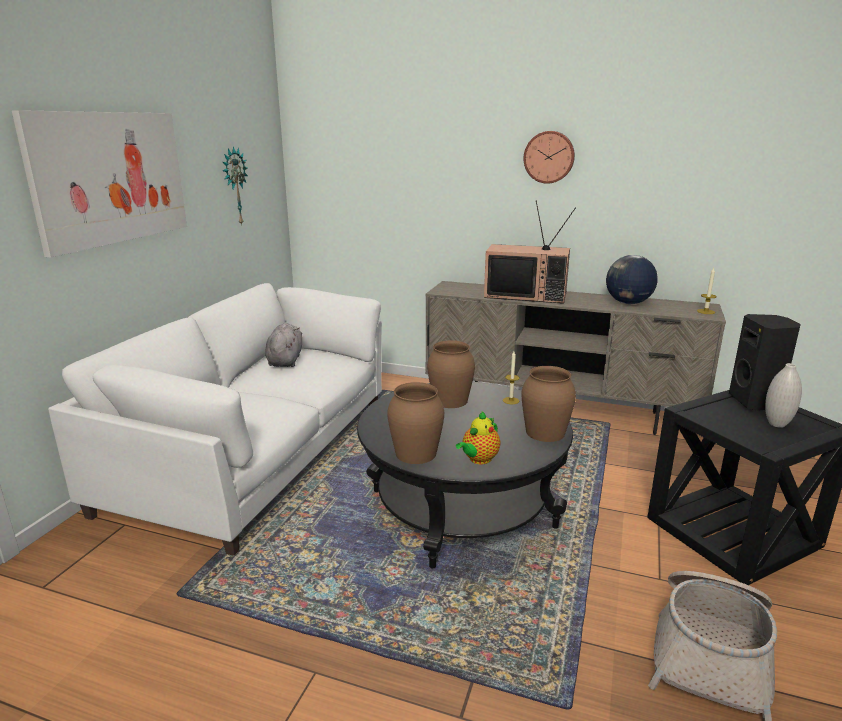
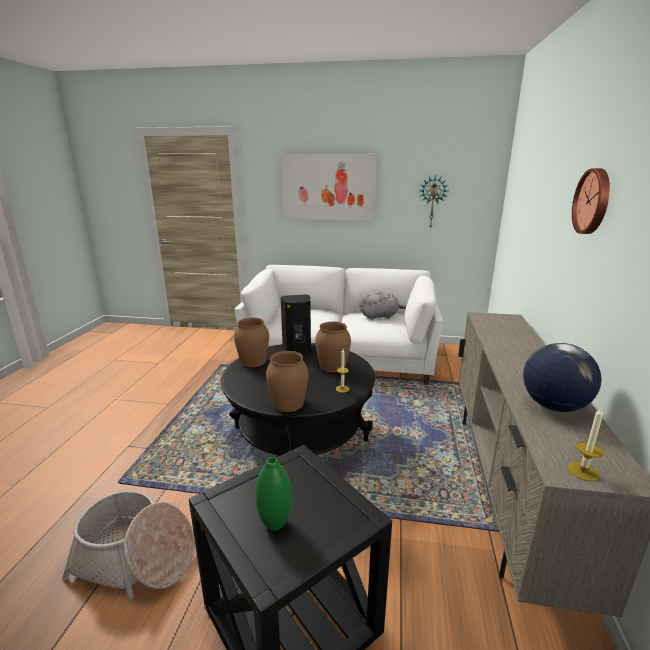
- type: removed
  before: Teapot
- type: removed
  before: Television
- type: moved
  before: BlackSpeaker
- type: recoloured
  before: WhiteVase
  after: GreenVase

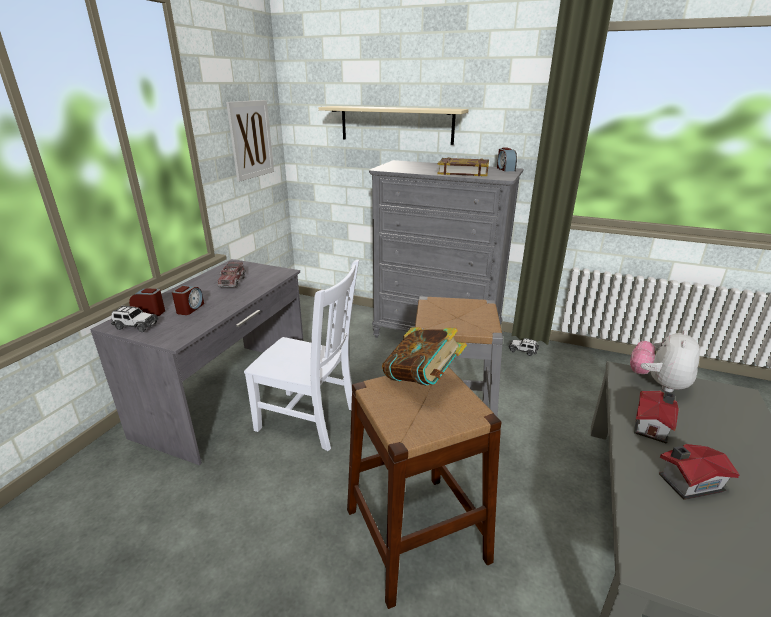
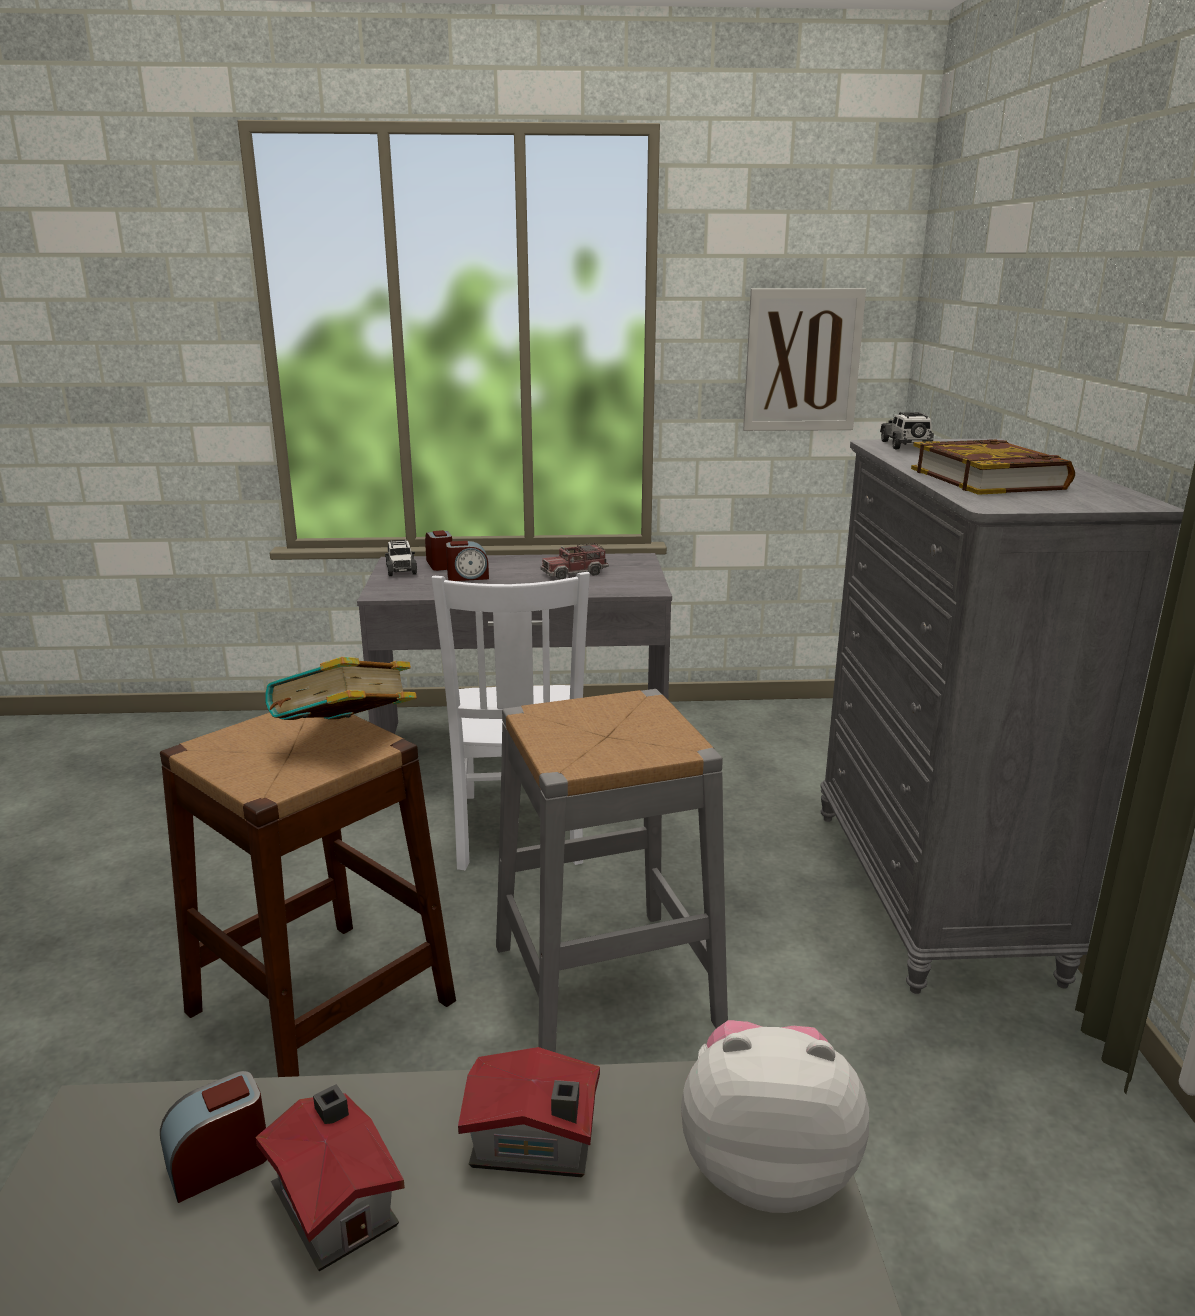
- type: removed
  before: BeigeShelf
- type: moved
  before: AlarmClock (3rd from left in the first image)
  after: AlarmClock (1st from left)
- type: moved
  before: ToyCar (2nd from left)

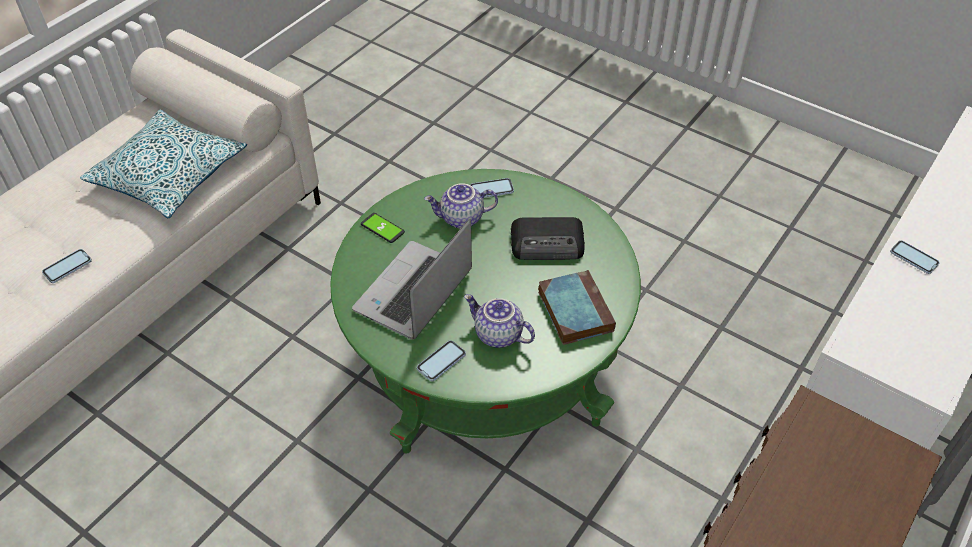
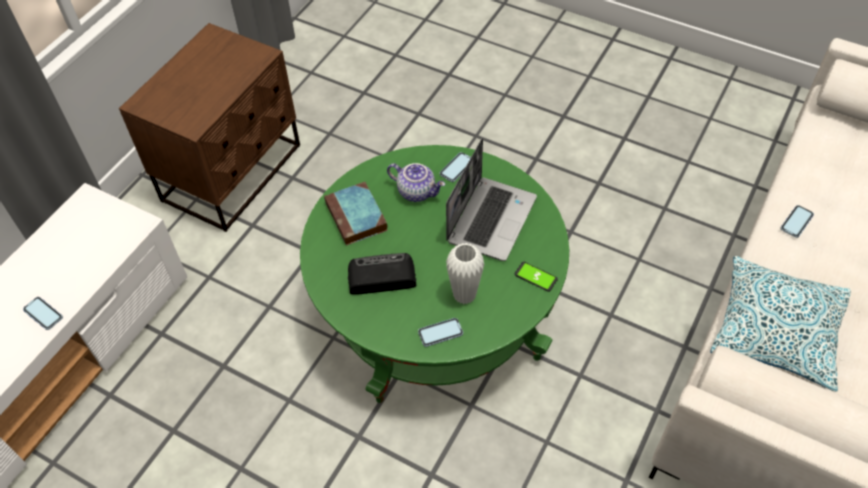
- type: replaced
  before: Teapot (1st from left)
  after: WhiteVase

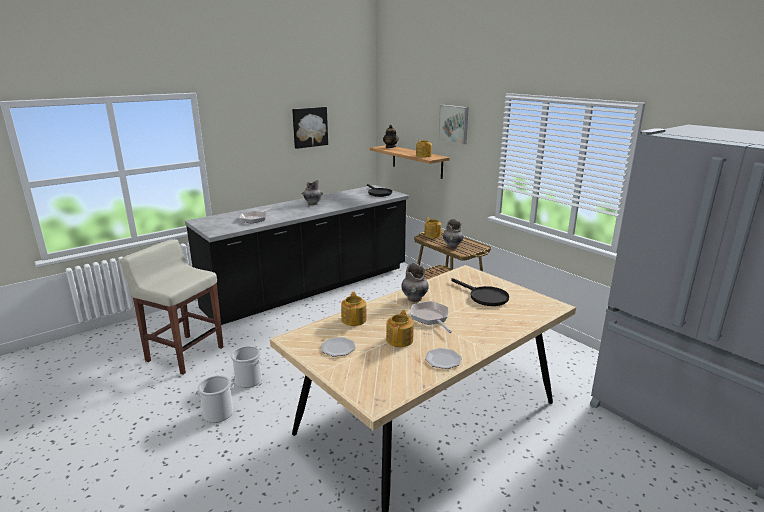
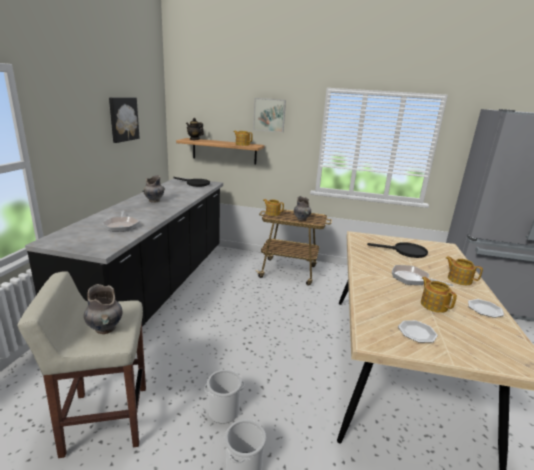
- type: moved
  before: Teapot (1st from left in the first image)
  after: Teapot (5th from left)
- type: moved
  before: GreyVase (2nd from left in the first image)
  after: GreyVase (1st from left)

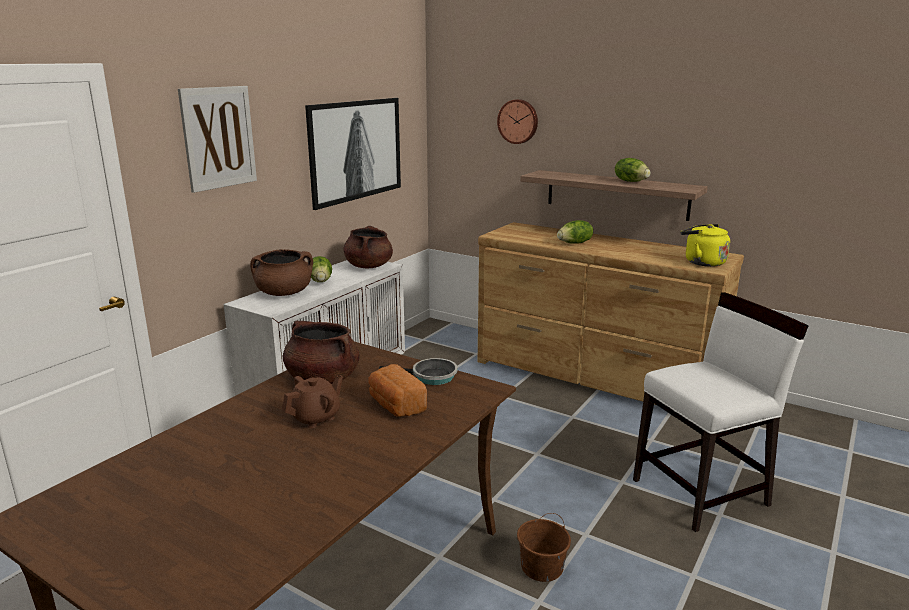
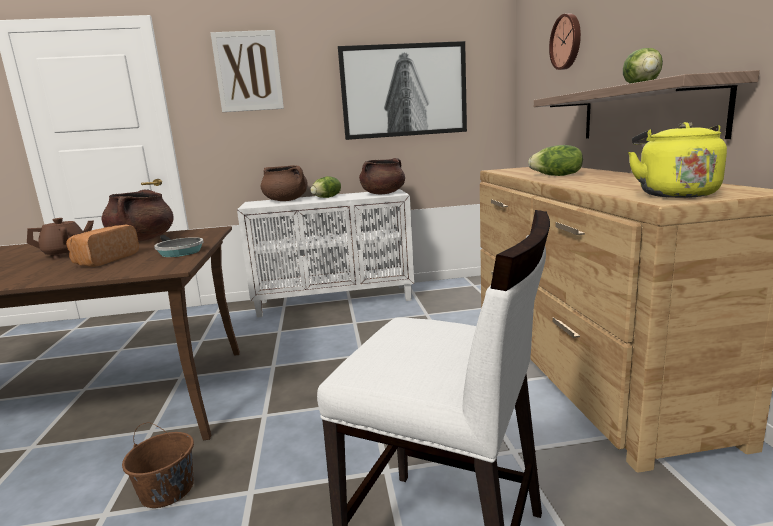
- type: turned
  before: BrownTeapot
  turn: -45

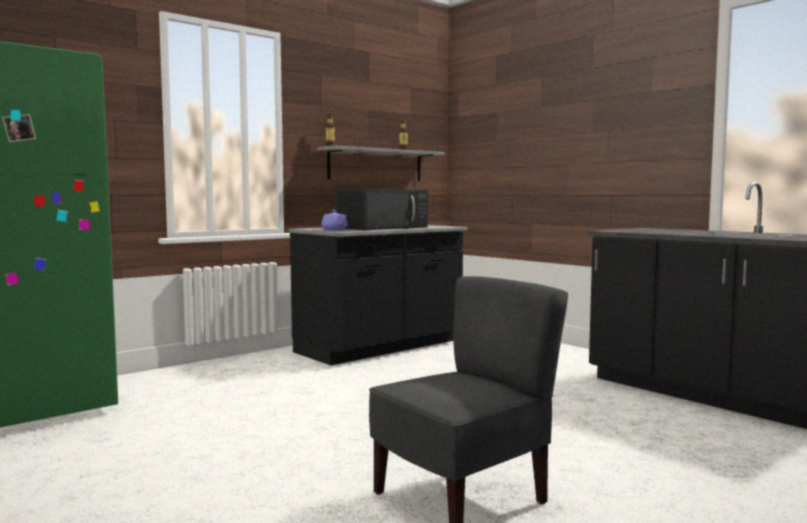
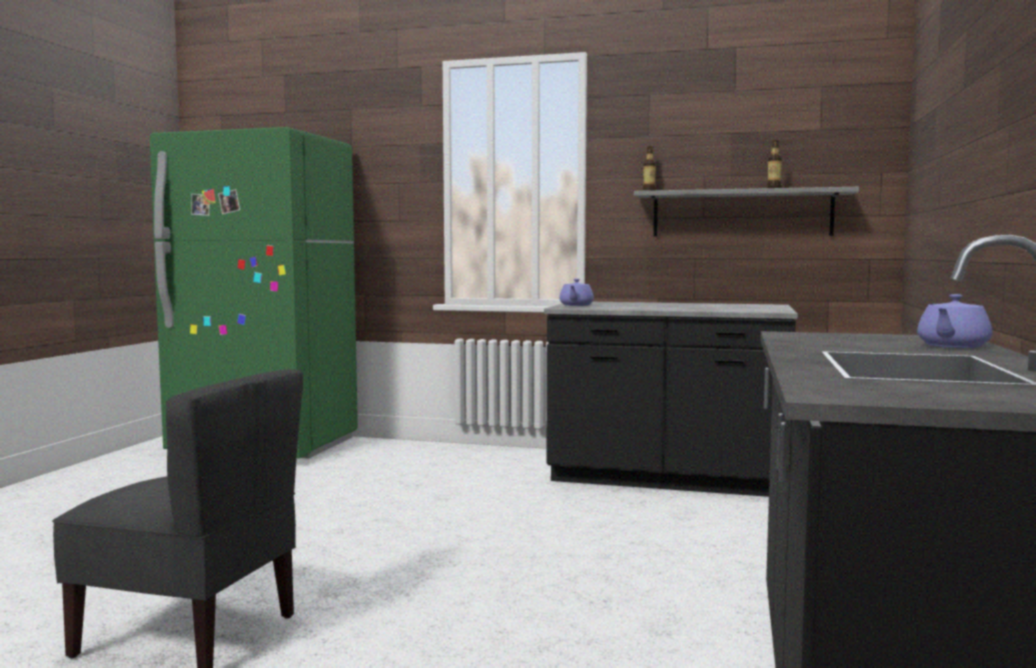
- type: removed
  before: BlackMicrowave
- type: added
  after: PurpleTeapot (2nd from left)

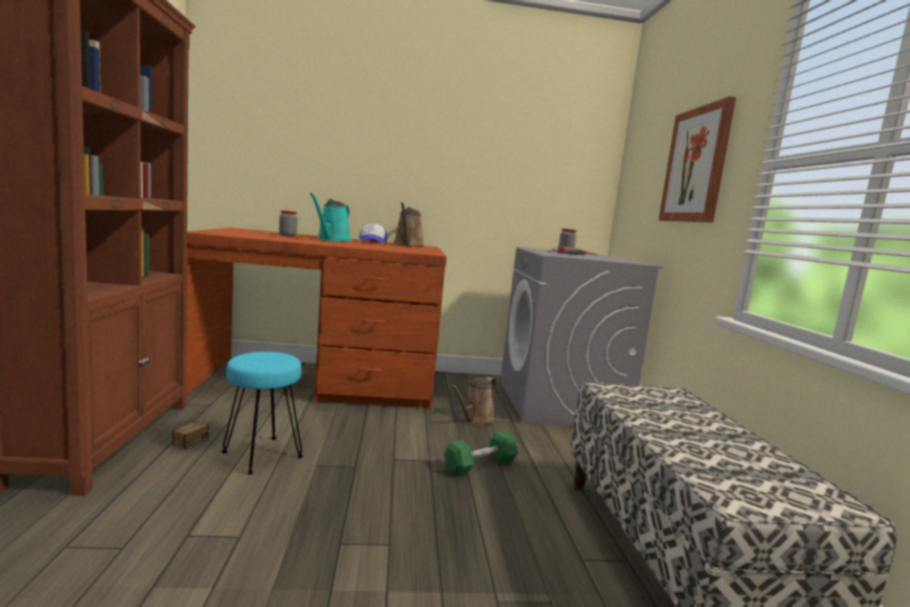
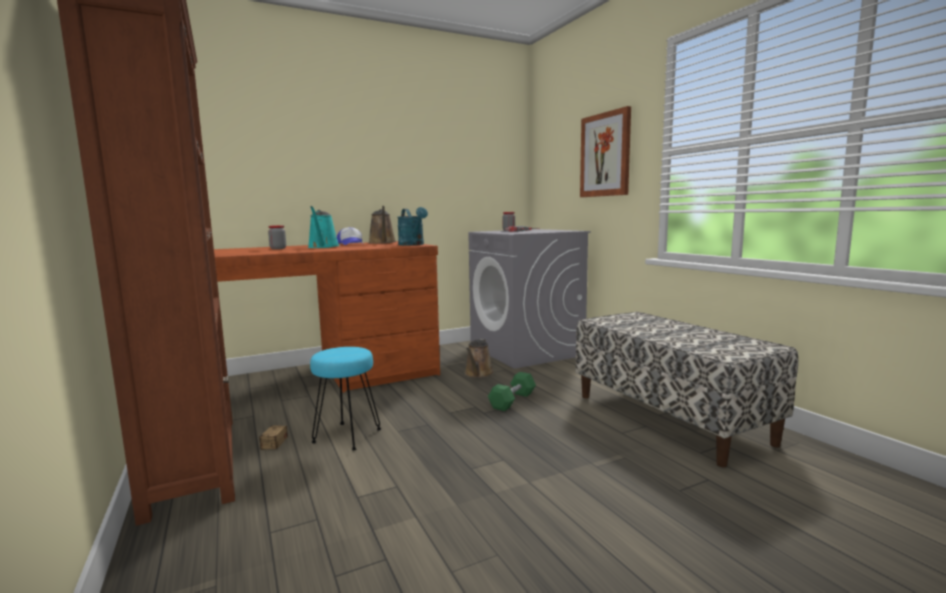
- type: added
  after: TurquoiseWateringCan (2nd from left)

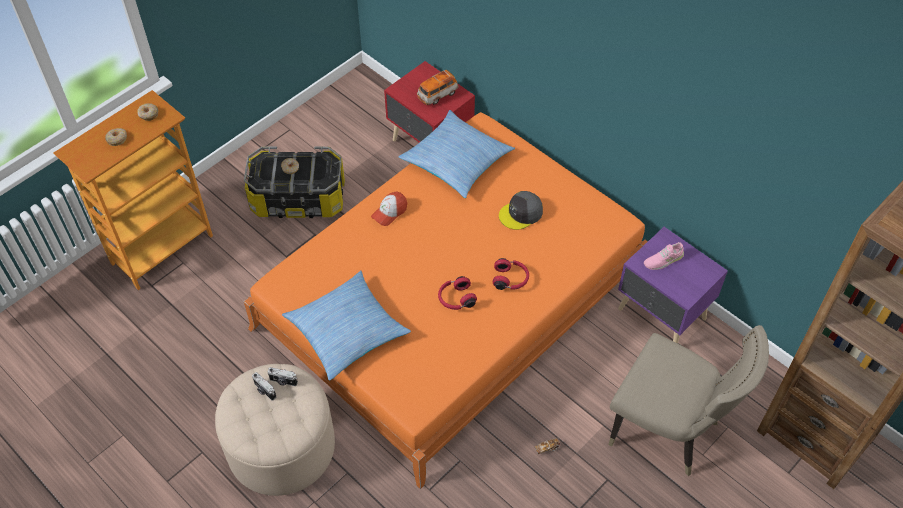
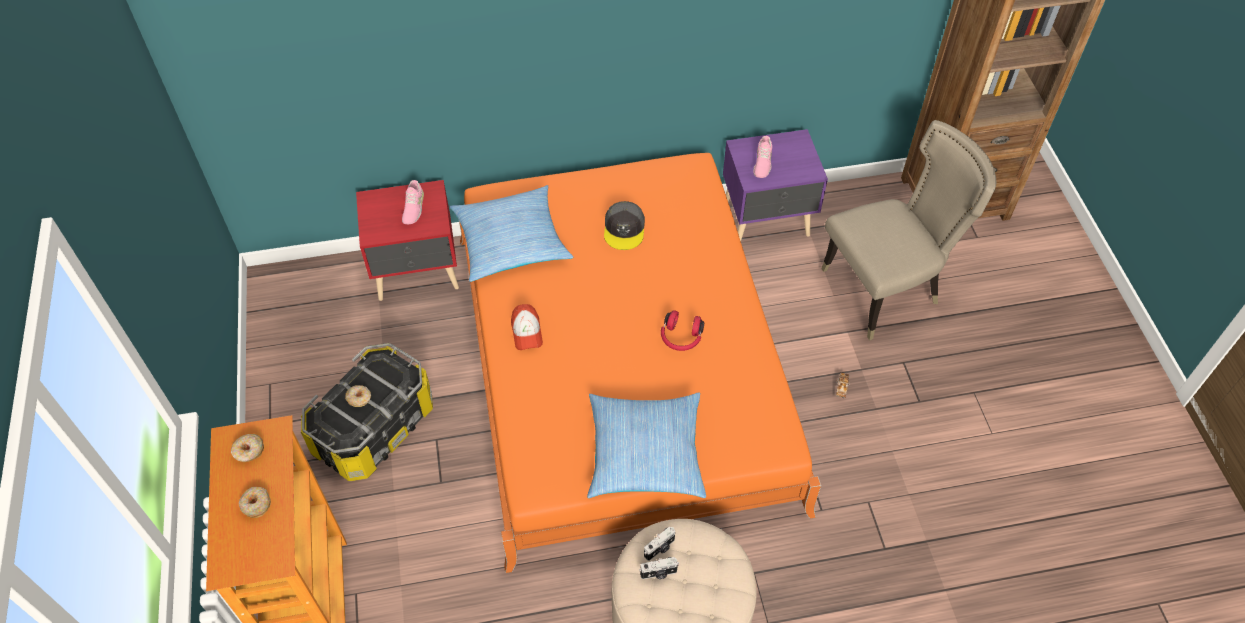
- type: removed
  before: RedHeadphones (2nd from left)
- type: replaced
  before: ToyCar (1st from left)
  after: PinkShoe (1st from left)

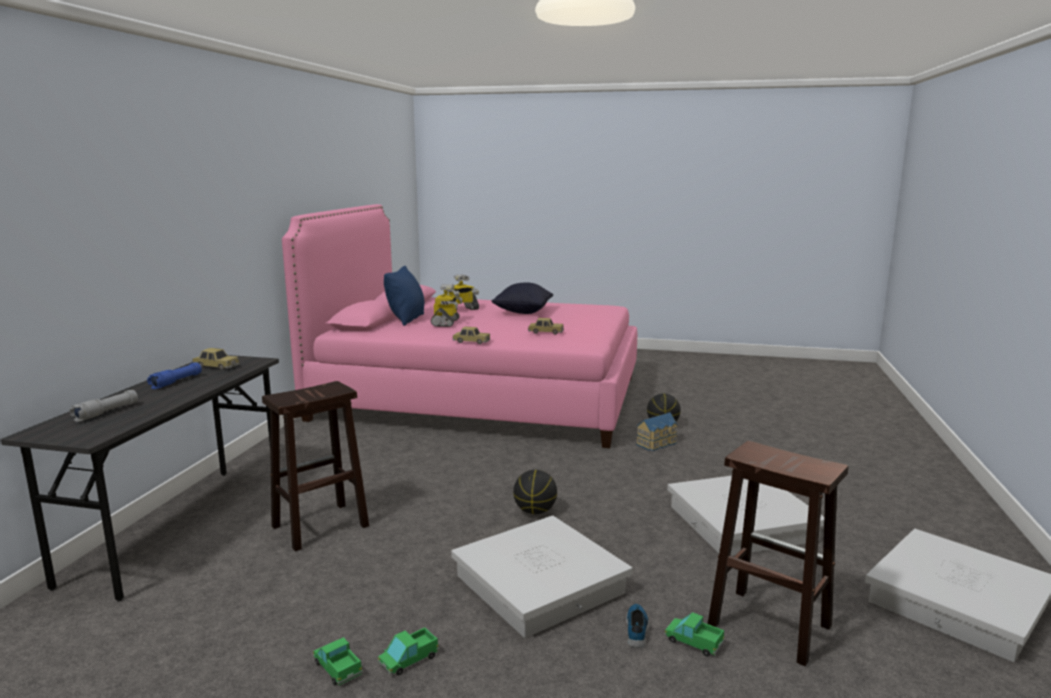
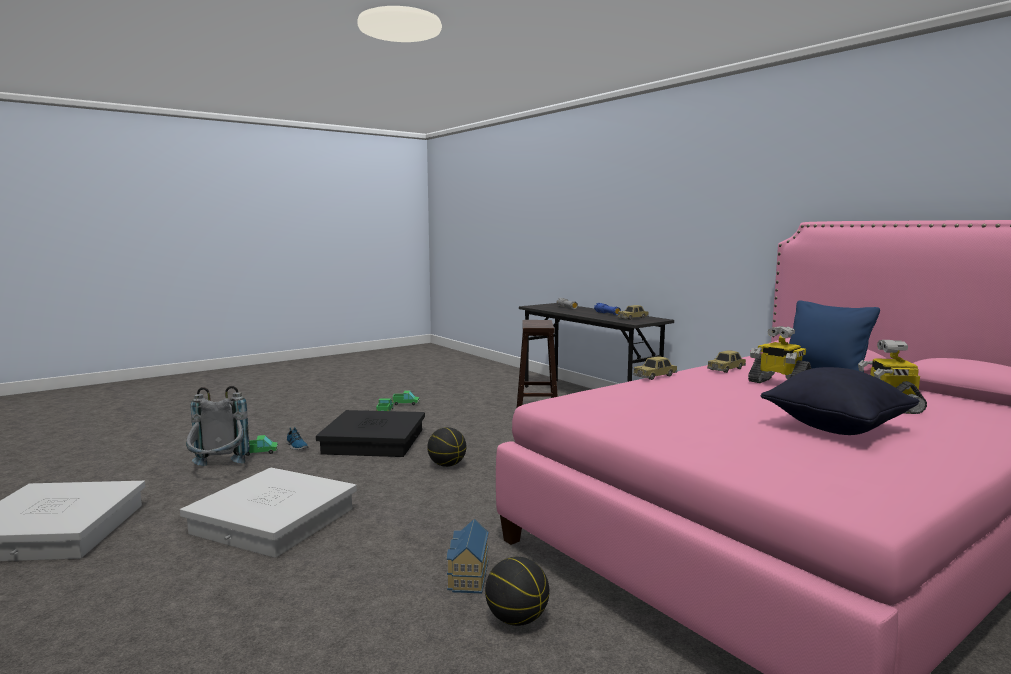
- type: moved
  before: ToyCar (3rd from left)
- type: replaced
  before: BrownStool (2nd from left)
  after: GreyBackpack
- type: recoloured
  before: WhiteStorageBox (1st from left)
  after: BlackStorageBox

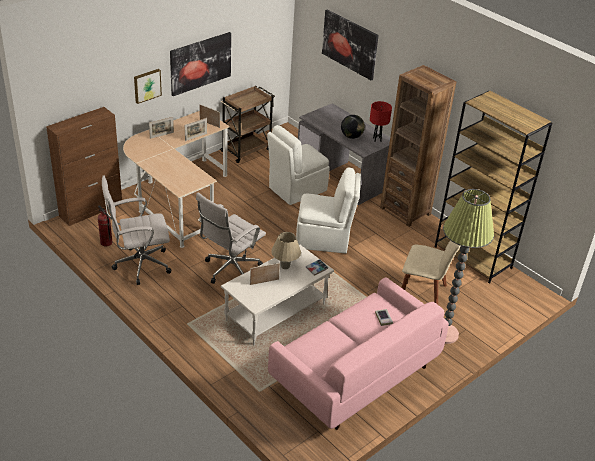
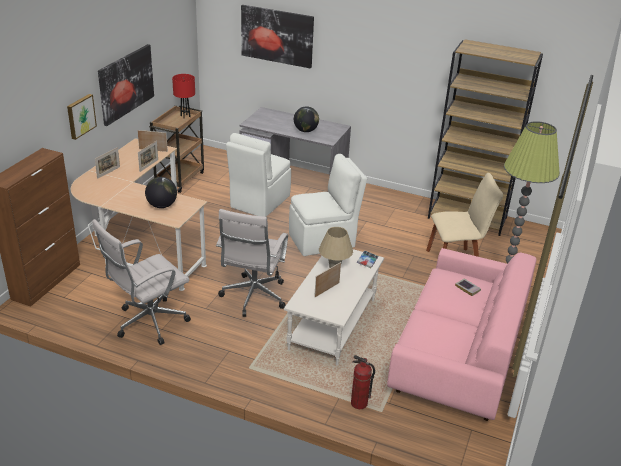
- type: removed
  before: BrownBookcase (1st from left)
- type: added
  after: Globe (1st from left)
- type: moved
  before: FireExtinguisher
- type: moved
  before: RedTableLamp

